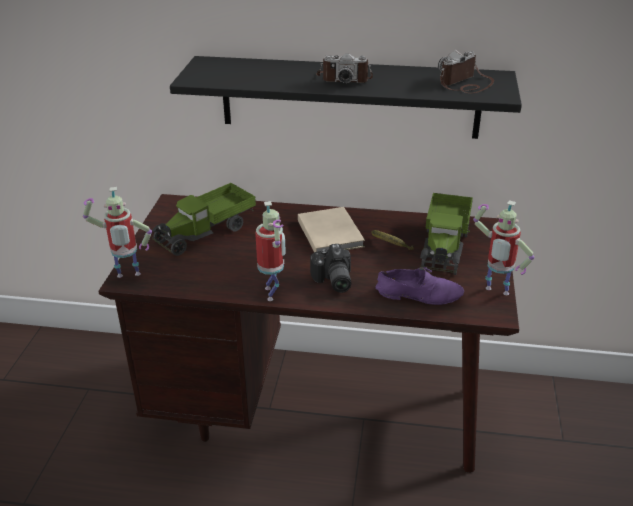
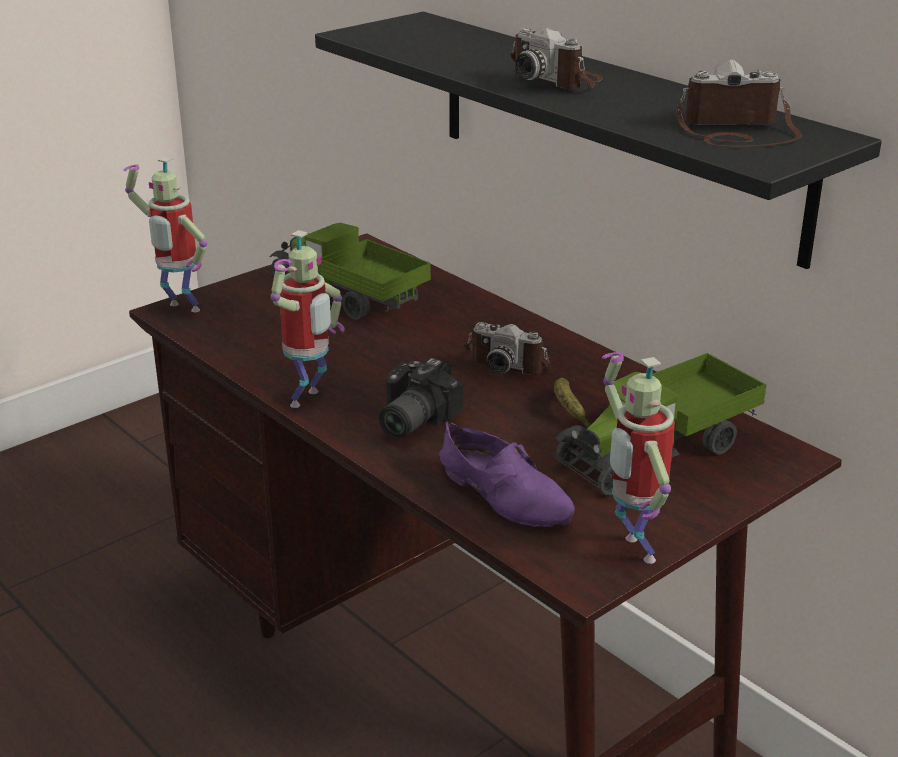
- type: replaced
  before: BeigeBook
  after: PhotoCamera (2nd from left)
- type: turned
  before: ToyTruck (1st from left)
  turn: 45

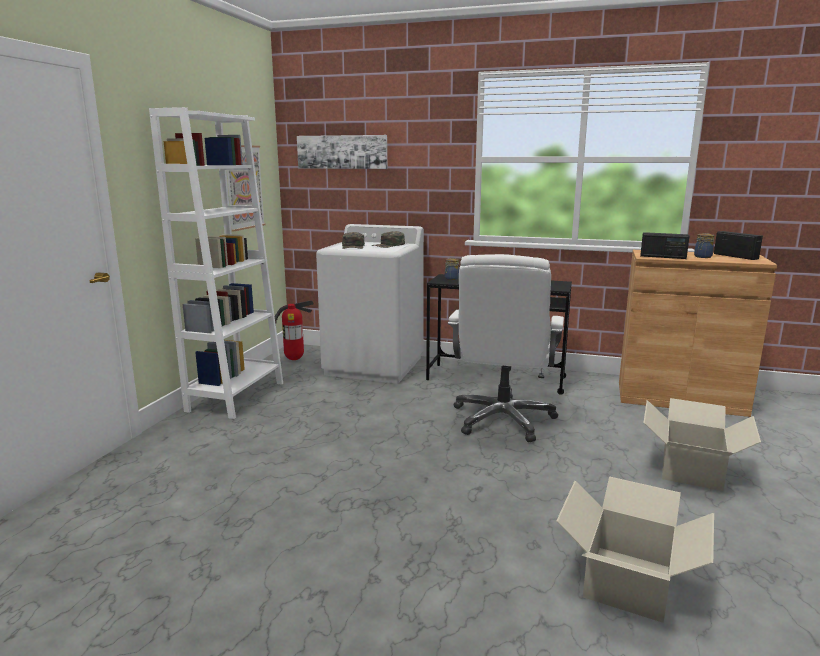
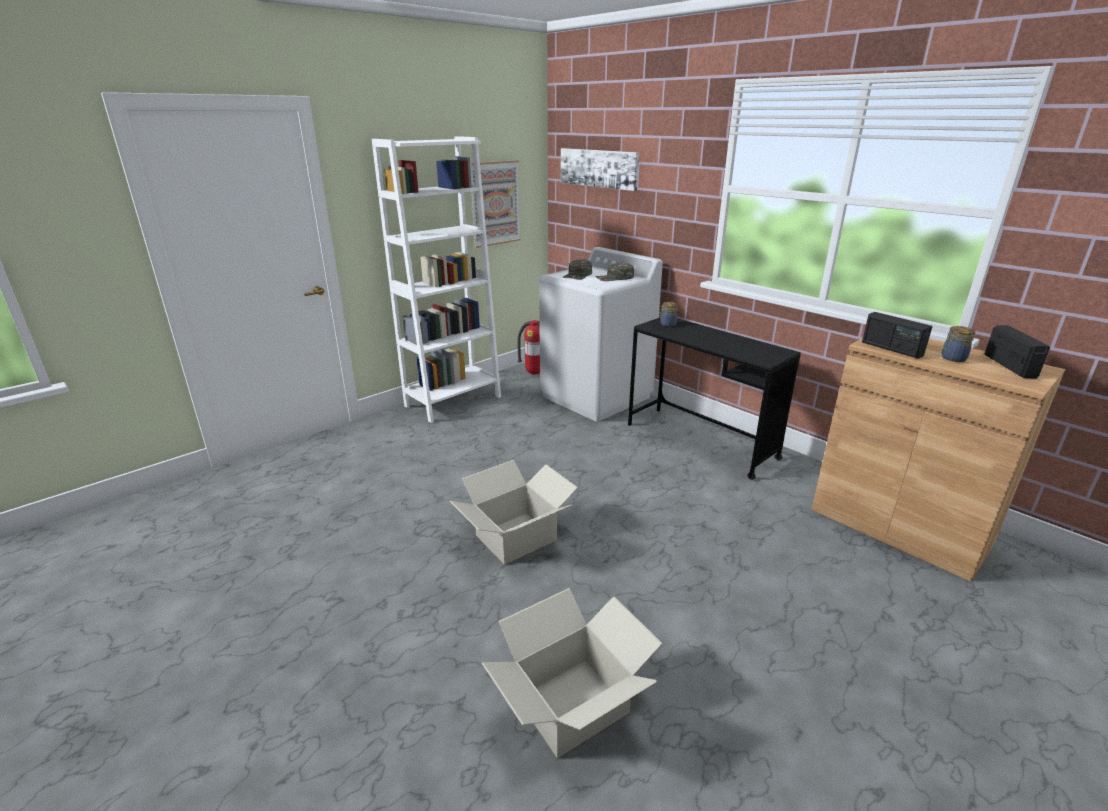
- type: removed
  before: WhiteOfficeChair
- type: moved
  before: CardboardBox (2nd from left in the first image)
  after: CardboardBox (1st from left)

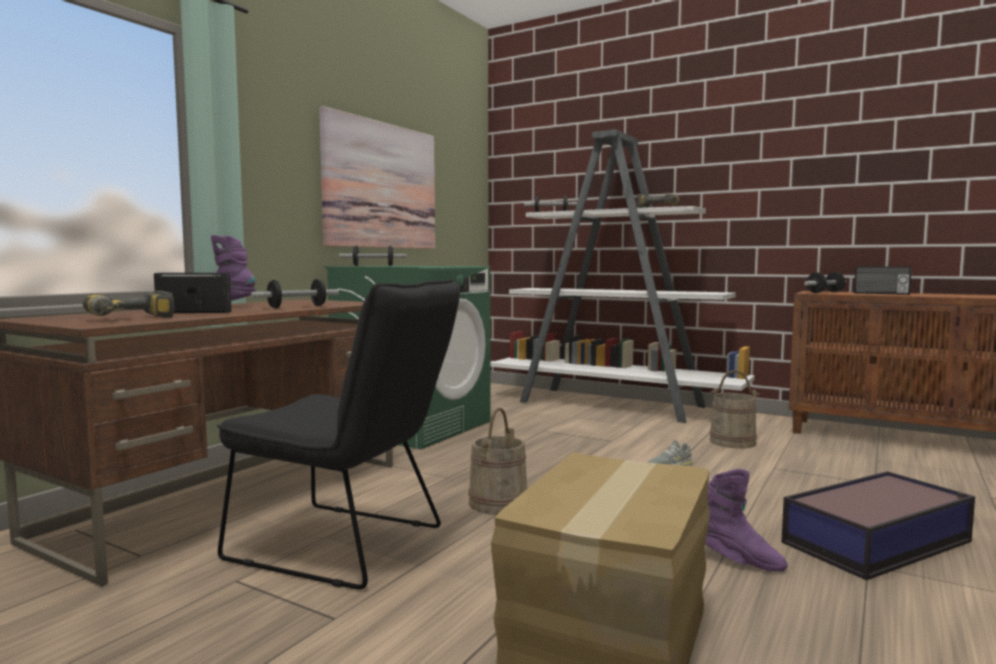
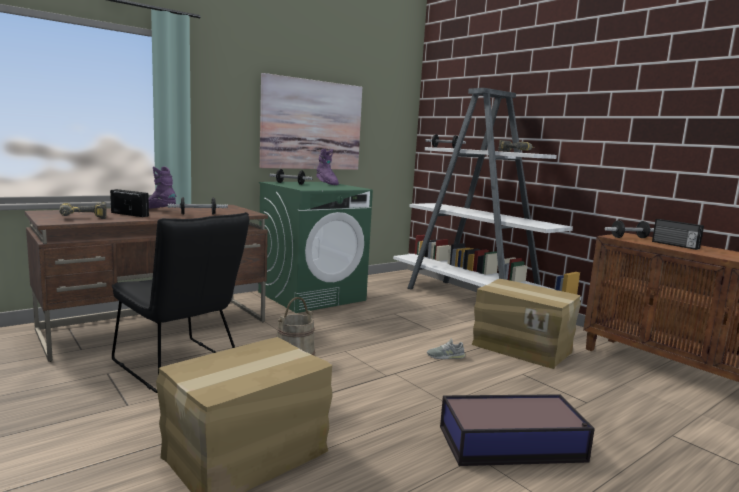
- type: moved
  before: PurpleBoot (2nd from left)
- type: replaced
  before: BeigeBucket (2nd from left)
  after: CardboardBox (2nd from left)

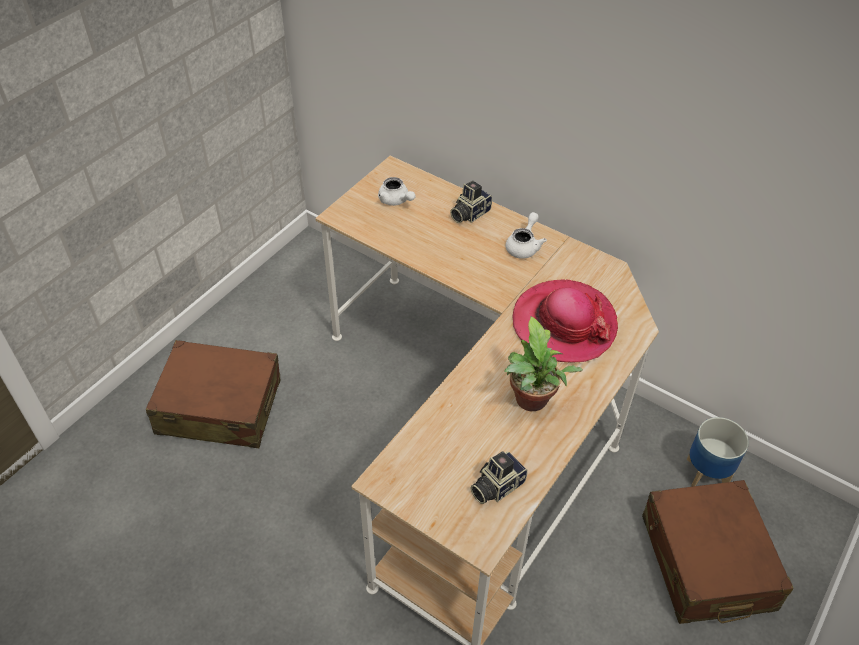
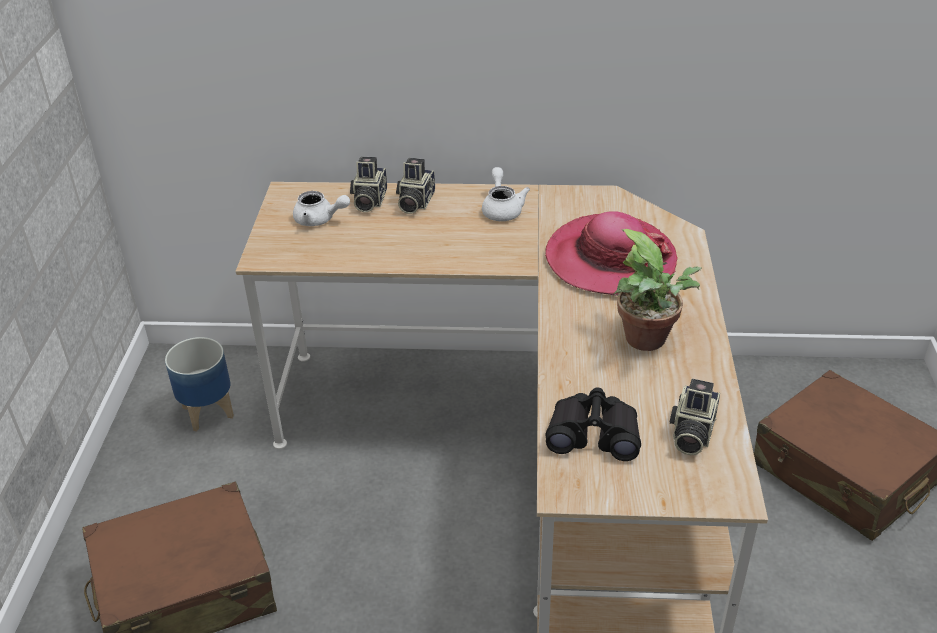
- type: added
  after: PhotoCamera (1st from left)
- type: added
  after: BlackBinoculars
- type: moved
  before: Planter

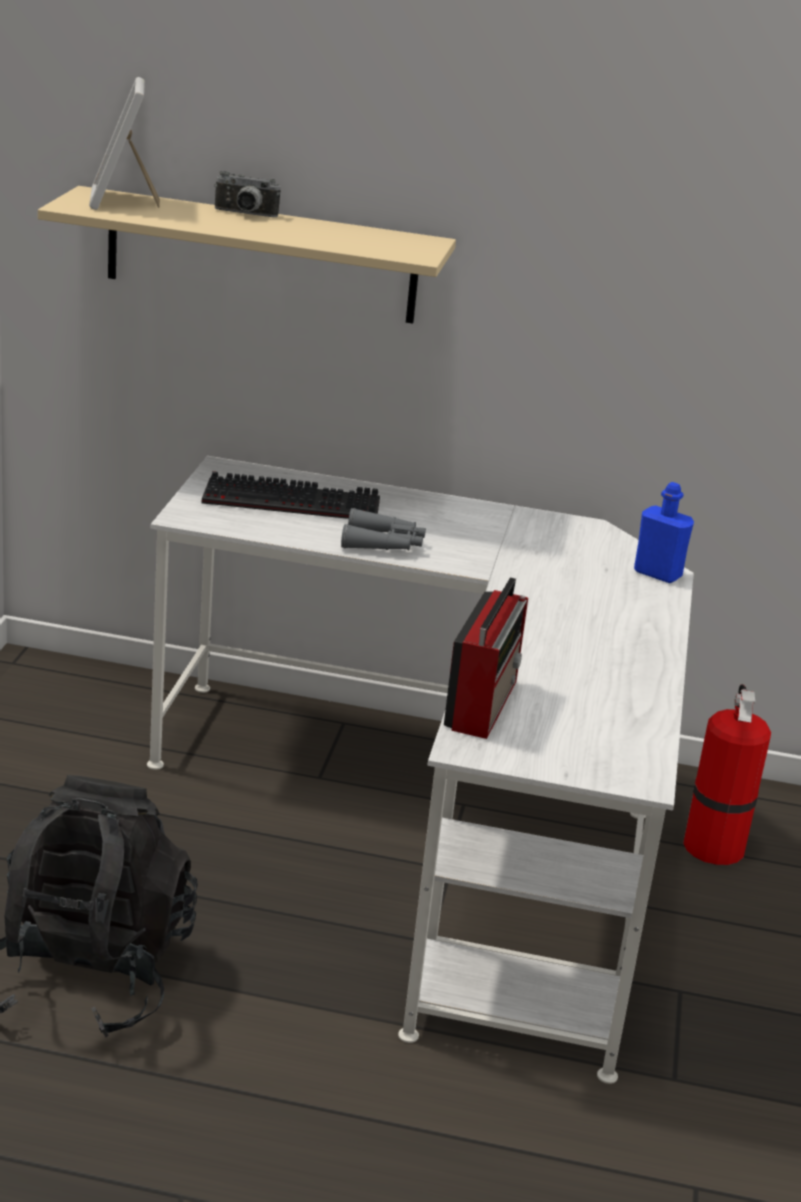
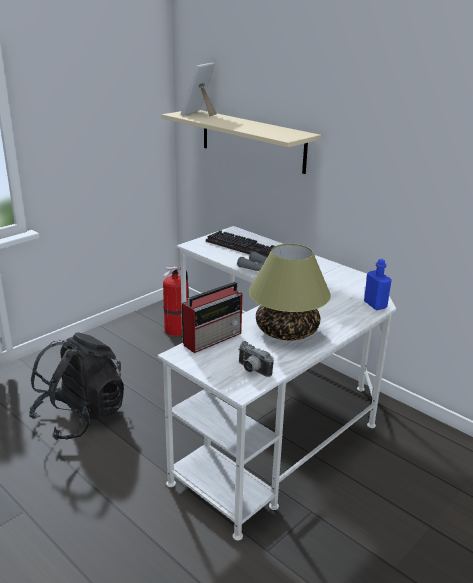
- type: added
  after: TableLamp
- type: moved
  before: PhotoCamera
- type: moved
  before: FireExtinguisher

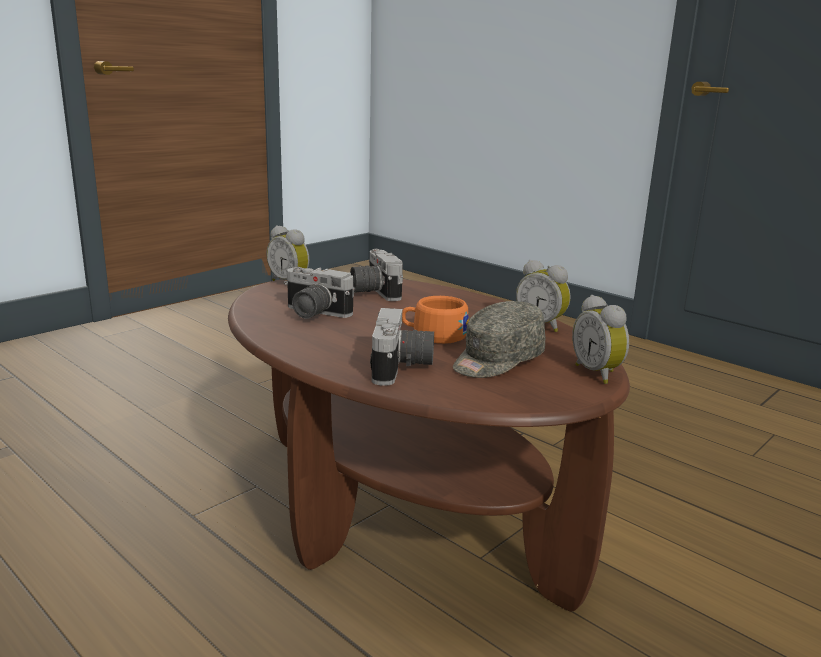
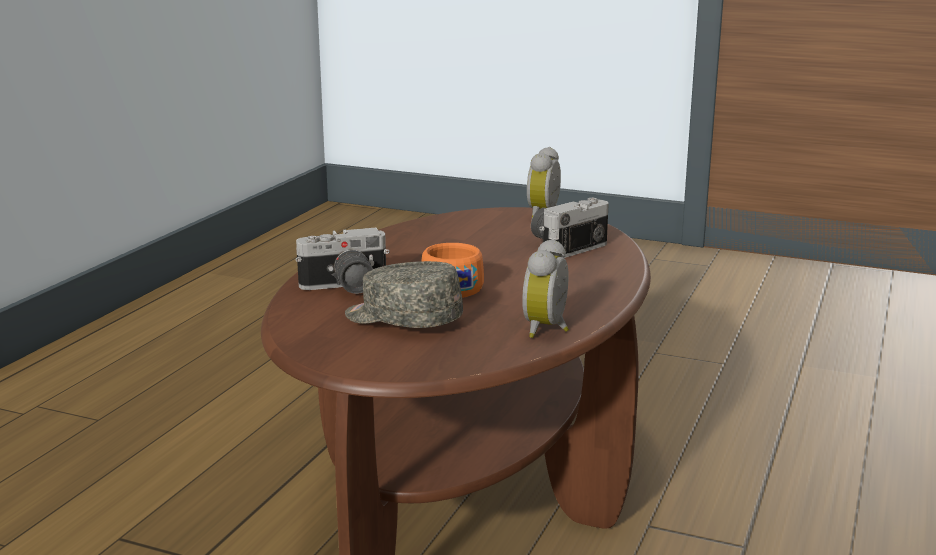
- type: removed
  before: PhotoCamera (1st from left)
- type: removed
  before: AlarmClock (3rd from left)

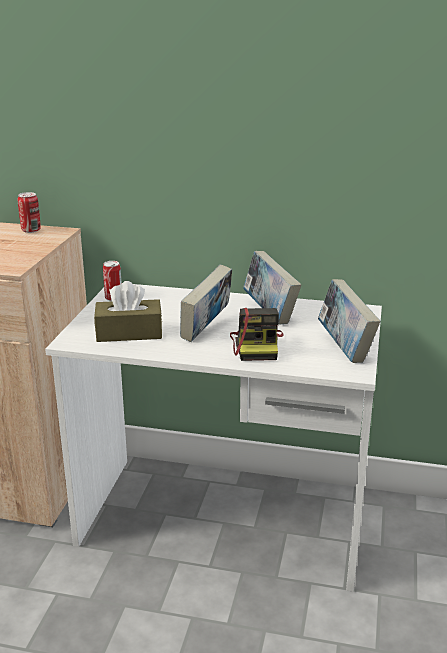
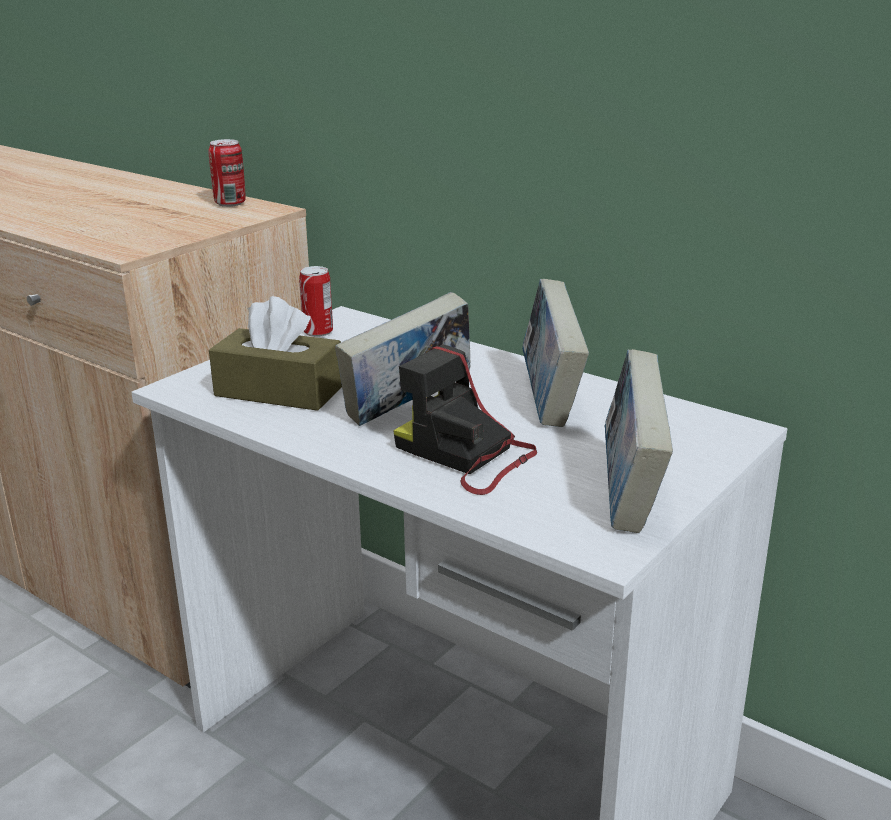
- type: turned
  before: PhotoCamera
  turn: 105

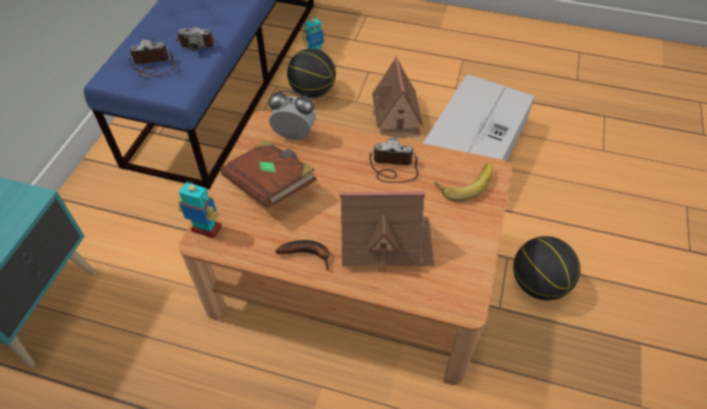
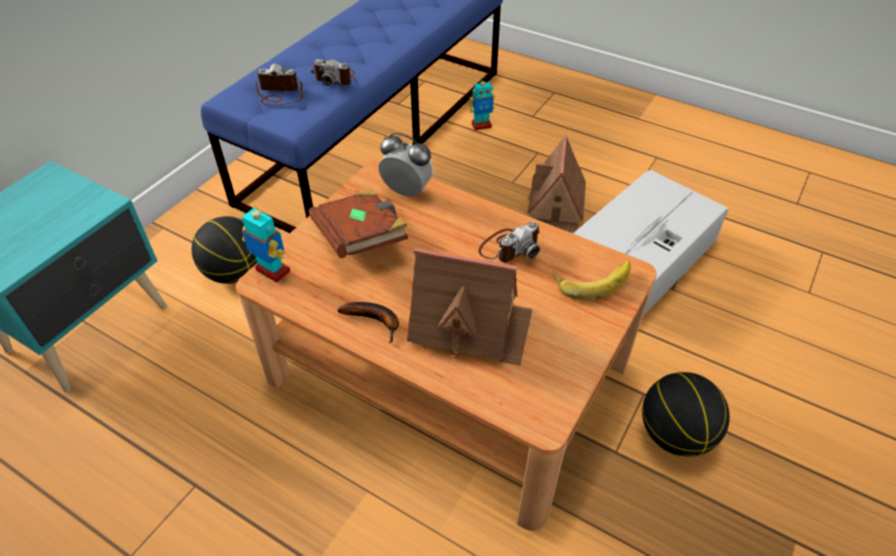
- type: moved
  before: Basketball (1st from left)
- type: turned
  before: PhotoCamera (3rd from left)
  turn: 120

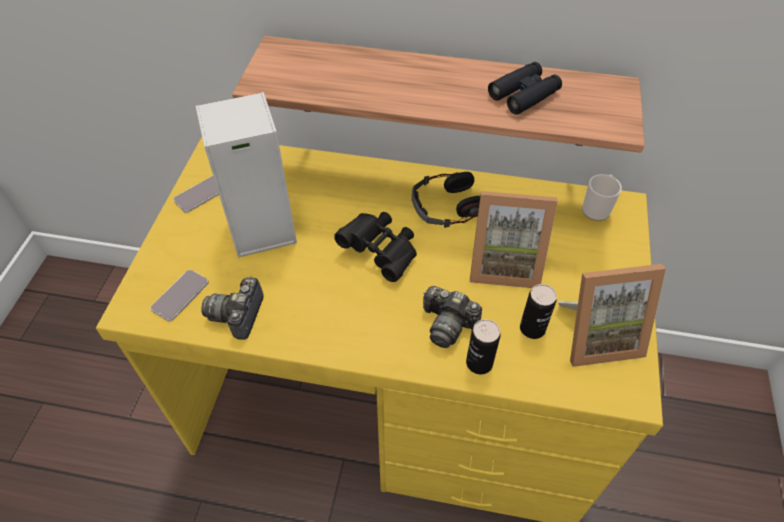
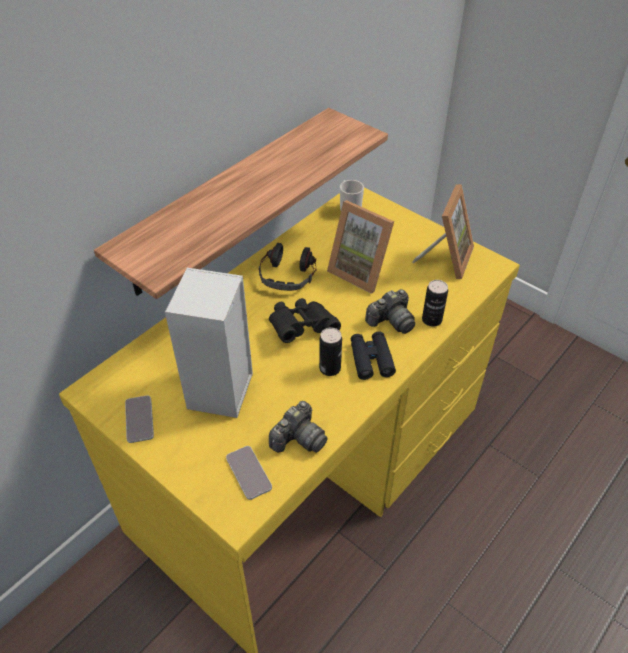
- type: moved
  before: BlackBinoculars (2nd from left)
- type: moved
  before: Can (2nd from left in the first image)
  after: Can (1st from left)
- type: turned
  before: PhotoCamera (1st from left)
  turn: -90
- type: turned
  before: PictureFrame (1st from left)
  turn: 90

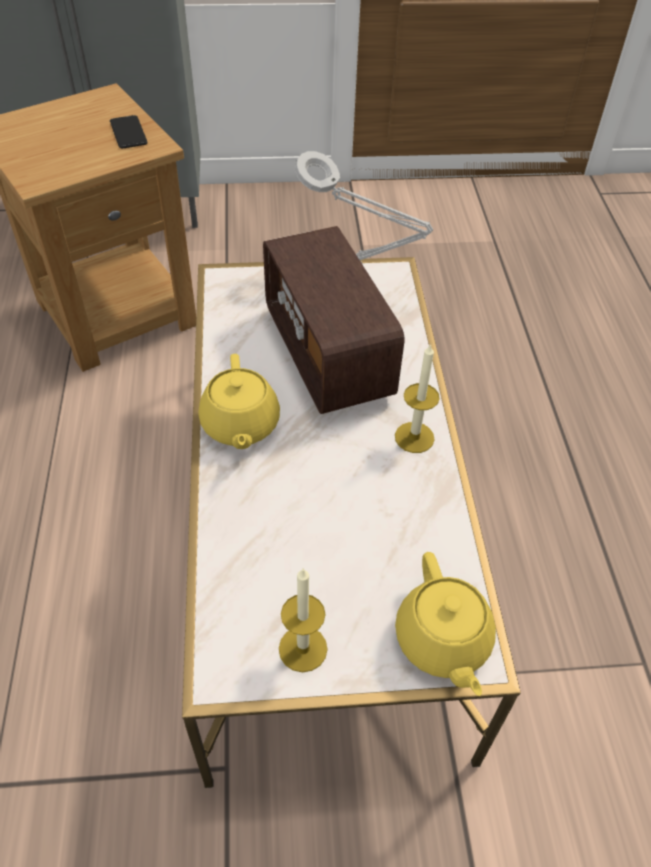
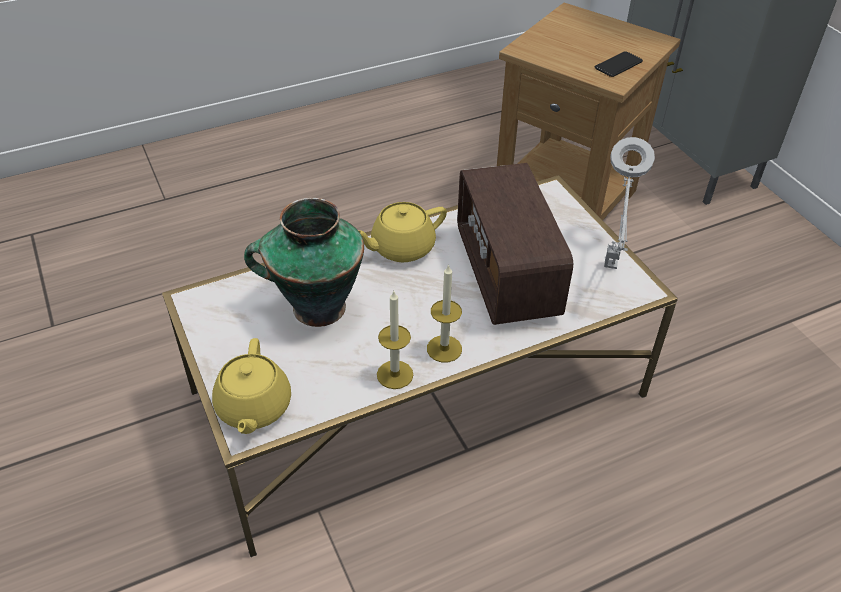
- type: added
  after: Vase
- type: moved
  before: Candle (1st from left)
- type: turned
  before: Radio
  turn: -60
- type: turned
  before: YellowTeapot (2nd from left in the first image)
  turn: -60

